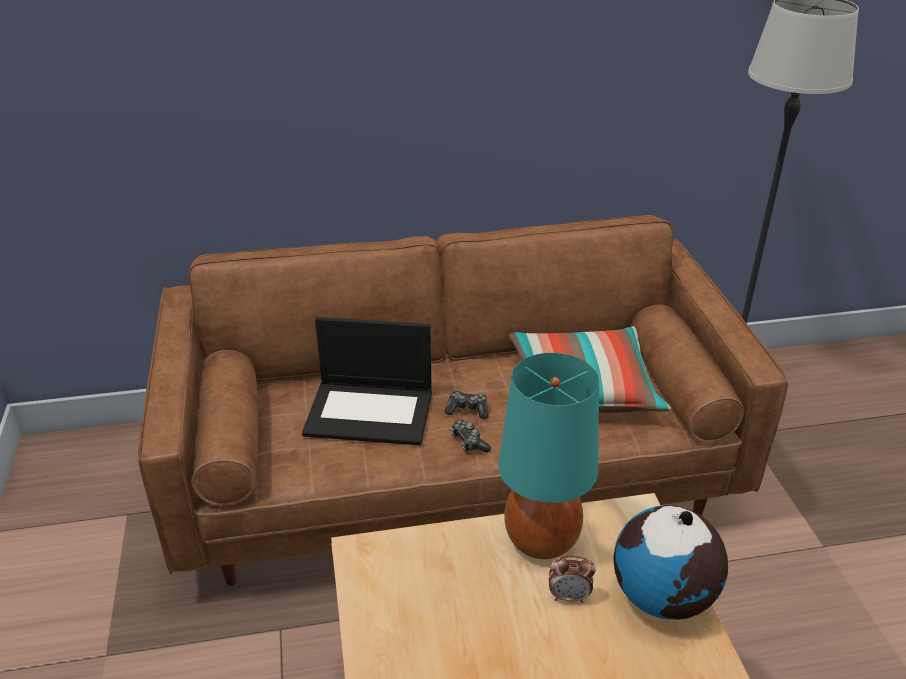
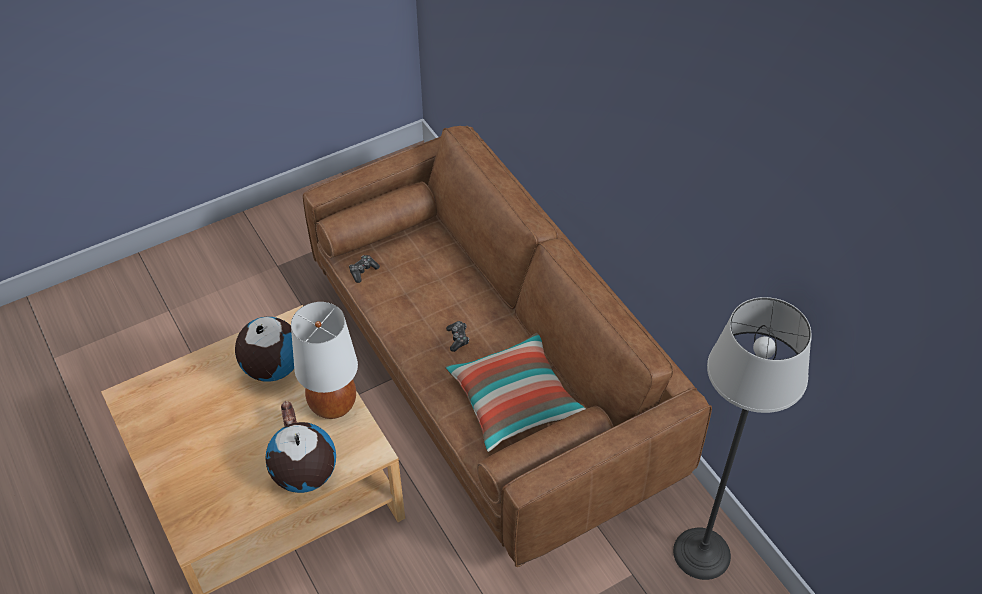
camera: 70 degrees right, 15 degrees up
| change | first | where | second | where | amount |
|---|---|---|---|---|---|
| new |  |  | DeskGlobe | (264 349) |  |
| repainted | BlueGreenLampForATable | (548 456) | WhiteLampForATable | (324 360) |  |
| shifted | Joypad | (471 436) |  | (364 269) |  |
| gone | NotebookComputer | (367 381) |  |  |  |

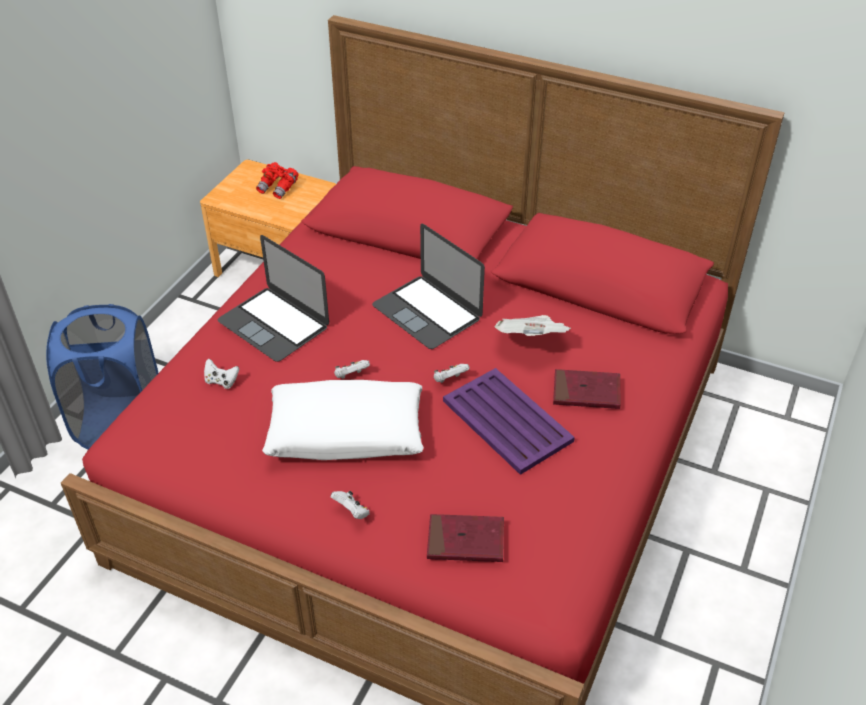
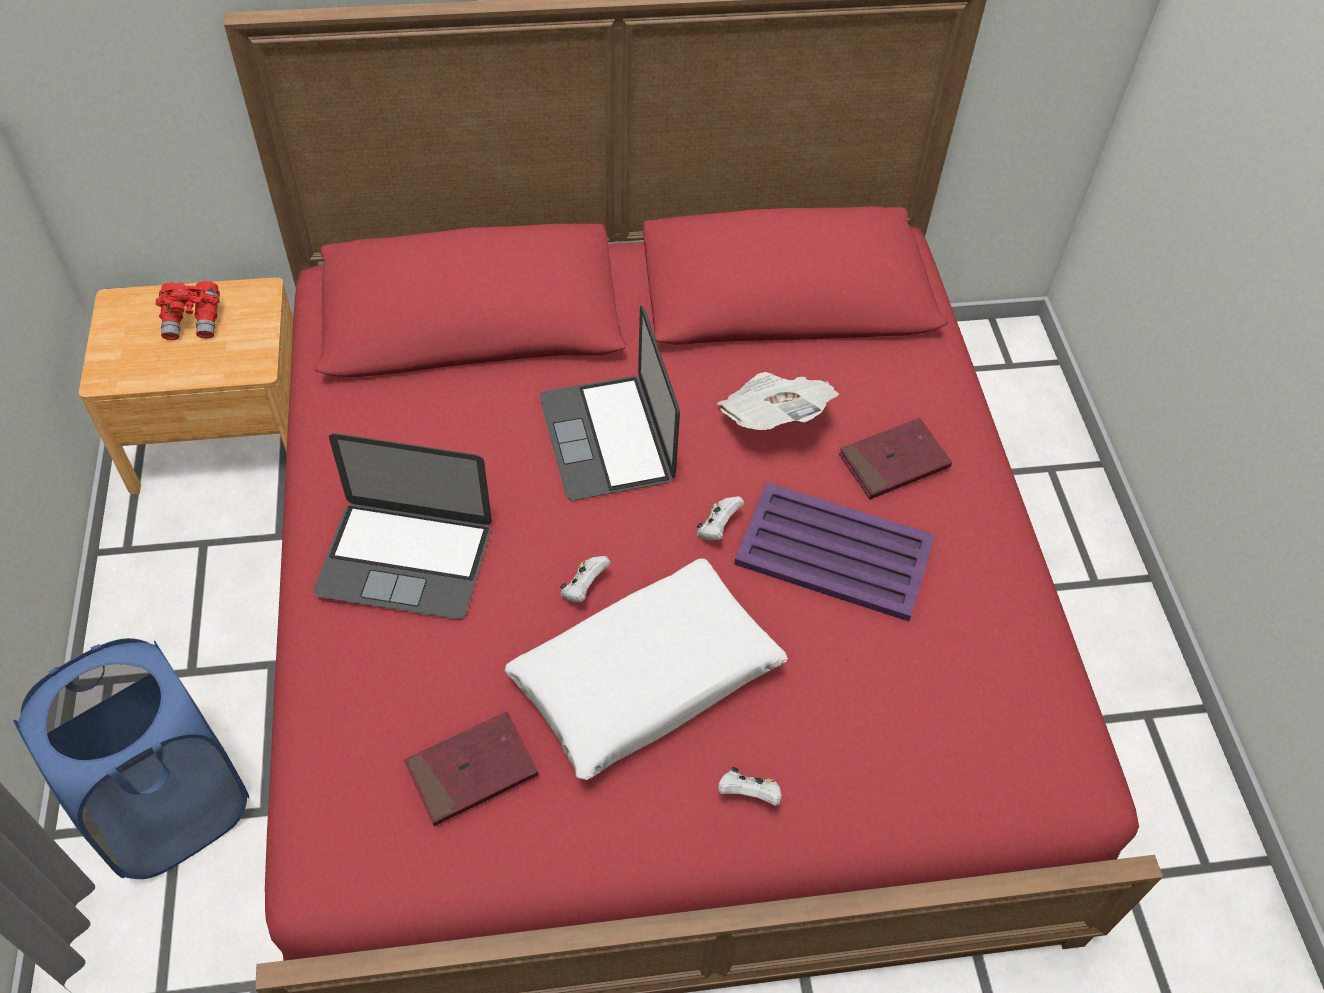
camera: 35 degrees left, 10 degrees up
| change | first | where | second | where | amount |
|---|---|---|---|---|---|
| shifted | ReddishVolume | (465 538) |  | (471 768) |  |
| rotated | NotebookComputer | (428 286) |  | (609 403) | 60 degrees clockwise |
| gone | WhiteJoypad | (221 374) |  |  |  |

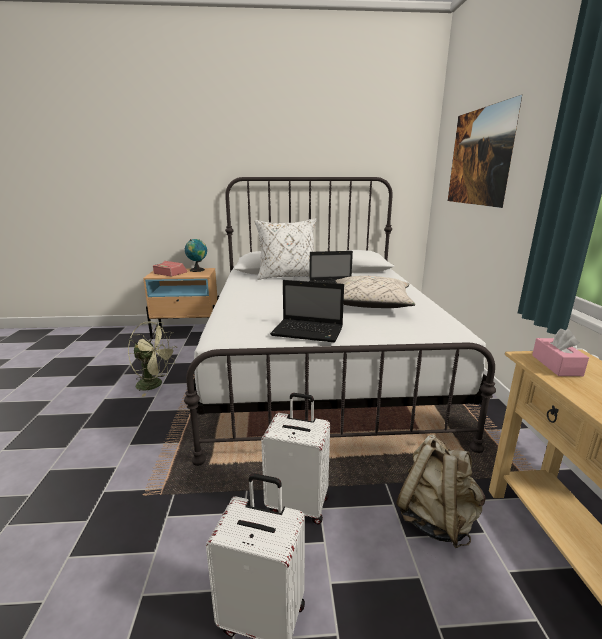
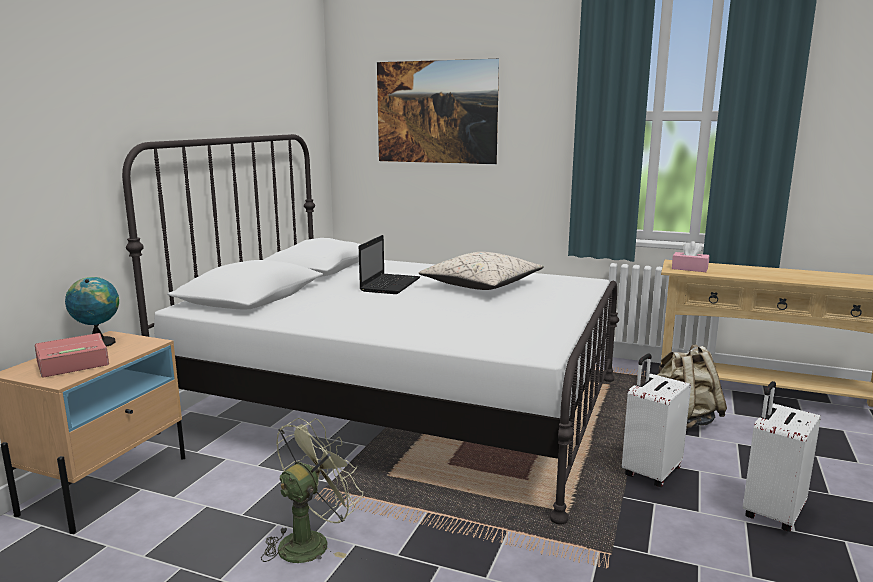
camera: 65 degrees left, 5 degrees down
| change | first | where | second | where | amount |
|---|---|---|---|---|---|
| gone | WhiteThrowPillow | (285 249) |  |  |  |
| gone | NotebookComputer | (307 311) |  |  |  |

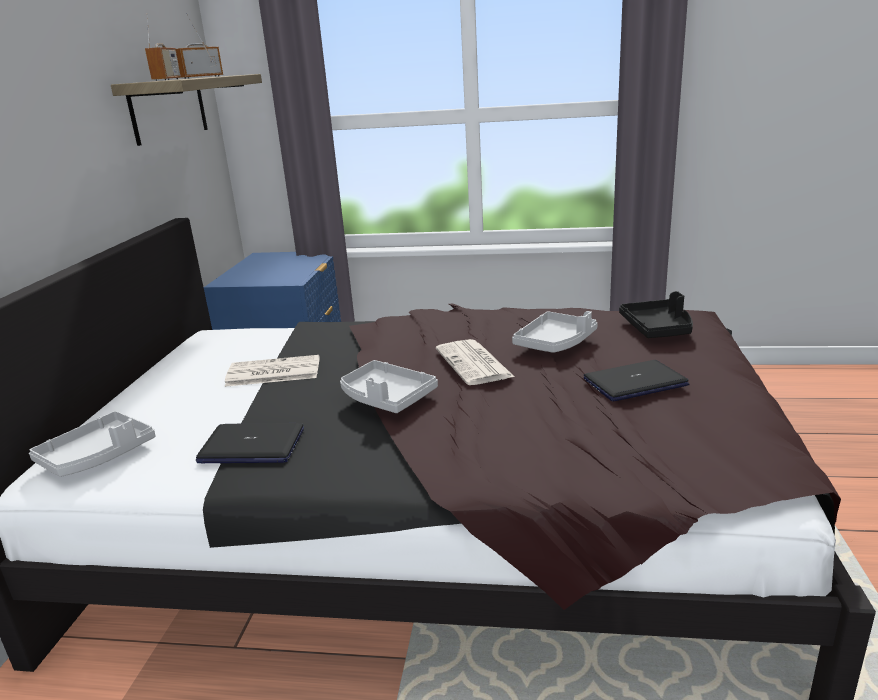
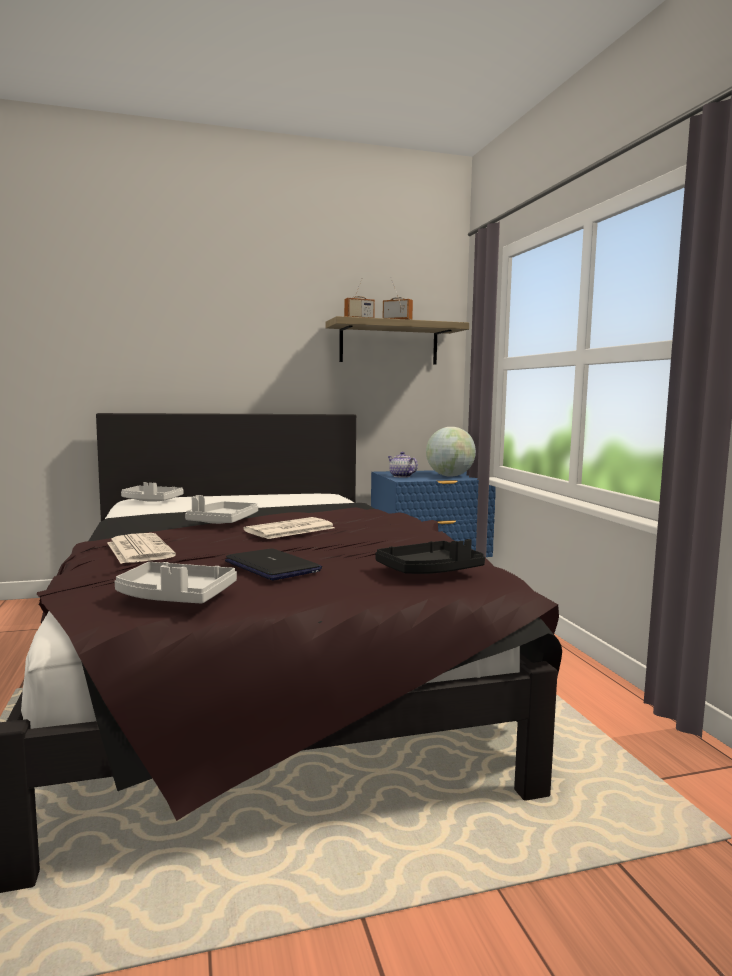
camera: 65 degrees right, 15 degrees down
| change | first | where | second | where | amount |
|---|---|---|---|---|---|
| shifted | PrintedPaper | (272 371) |  | (142 548) |  |
| shifted | GreyishServingTray | (555 332) |  | (175 583) |  |
| new |  |  | Teapot | (403 465) |  |
| new |  |  | DeskGlobe | (451 452) |  |
| gone | NotebookComputer | (250 443) |  |  |  |

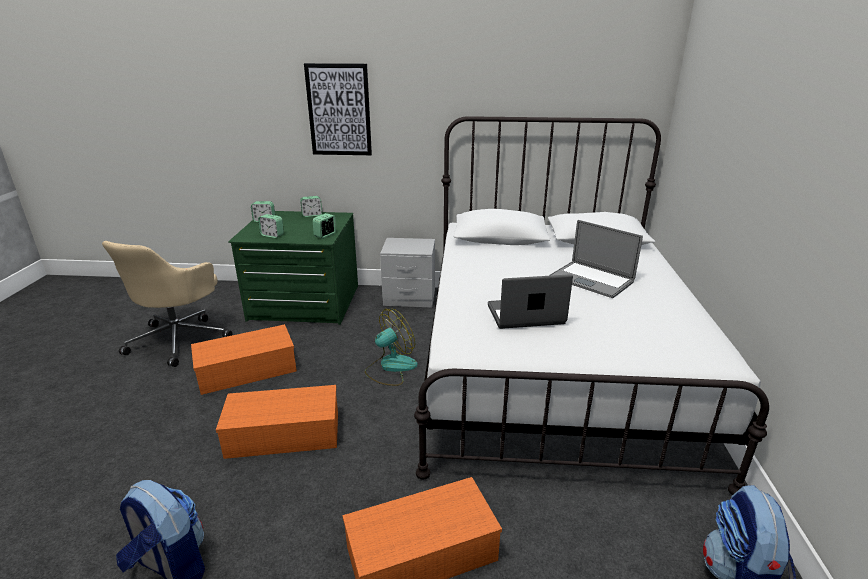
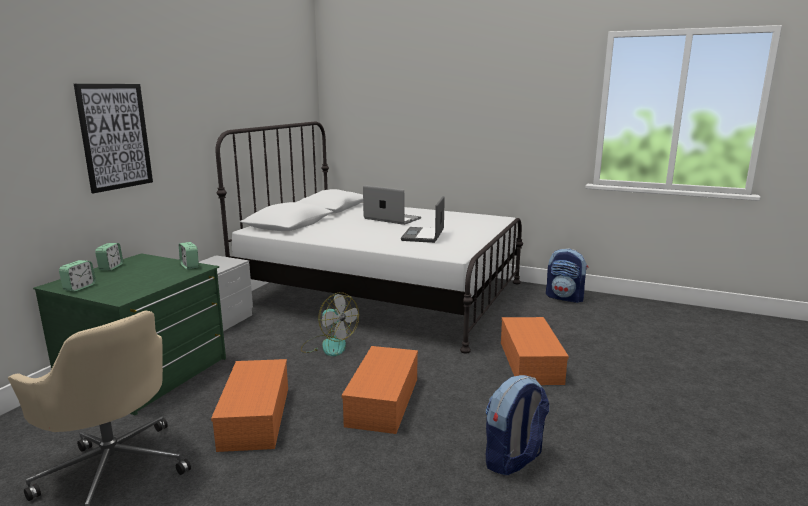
camera: 70 degrees left, 10 degrees down
| change | first | where | second | where | amount |
|---|---|---|---|---|---|
| rotated | CoolingFan | (391 347) |  | (330 324) | 150 degrees clockwise |
| rotated | NotebookComputer | (596 259) |  | (392 205) | 120 degrees counterclockwise |
| gone | TableClock | (271 226) |  |  |  |

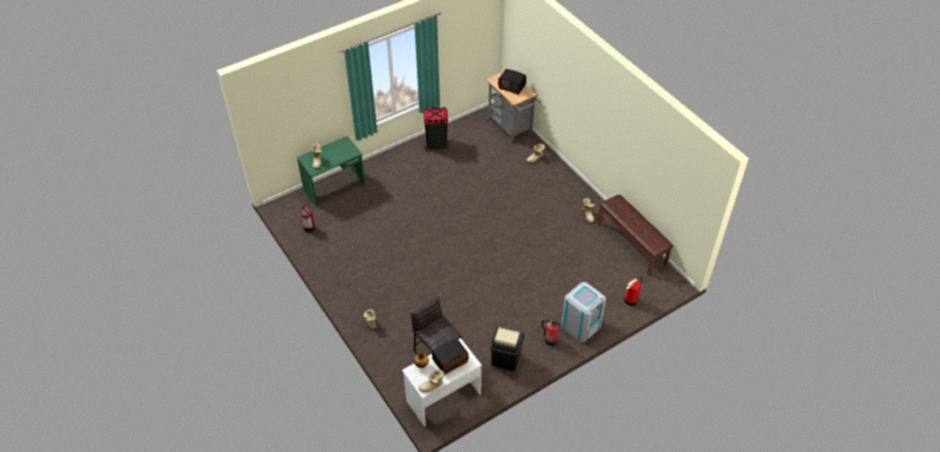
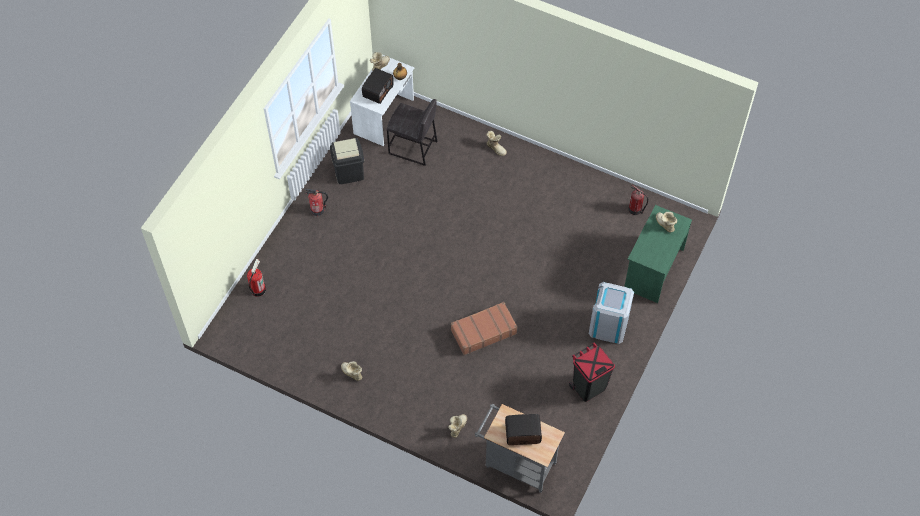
camera: 150 degrees right, 10 degrees up
| change | first | where | second | where | amount |
|---|---|---|---|---|---|
| new |  |  | BrownColouredPieceOfLuggage | (484 328) |  |
| shifted | GreyishRubbishBin | (583 312) |  | (611 313) |  |
| gone | BrownColouredBench | (635 235) |  |  |  |

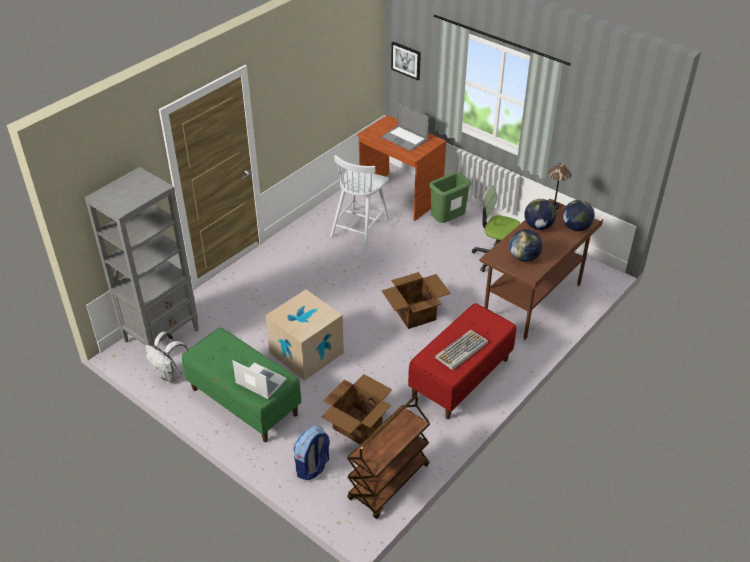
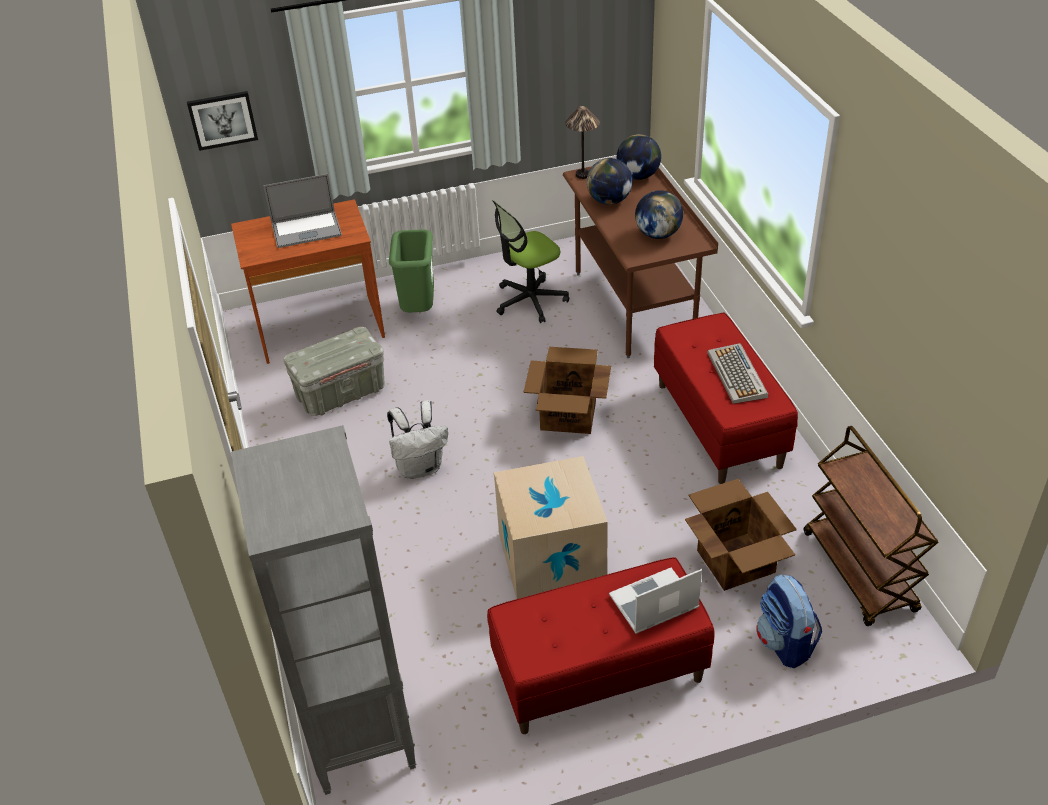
camera: 55 degrees left, 0 degrees up
| change | first | where | second | where | amount |
|---|---|---|---|---|---|
| swapped | WhitePlainChair | (359 201) | GreyishStorageBox | (334 371) |  |
| shifted | WhiteKnapsack | (167 358) |  | (417 439) |  |
| repainted | GreenishBench | (241 384) | ReddishBench | (601 645) |  |

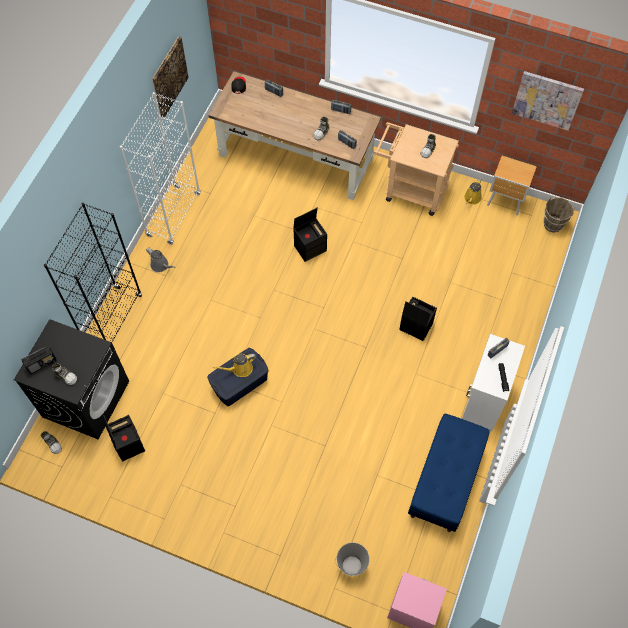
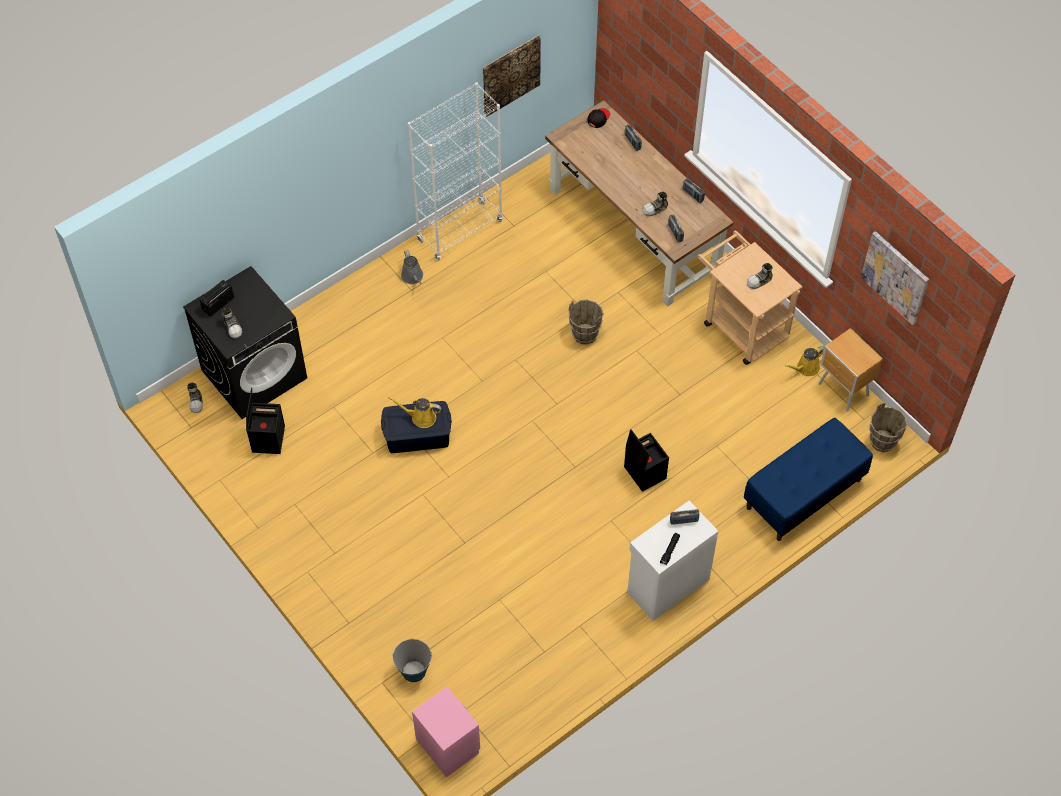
camera: 30 degrees right, 5 degrees down
| change | first | where | second | where | amount |
|---|---|---|---|---|---|
| rotated | RadioReceiver | (39 360) |  | (217 298) | 135 degrees clockwise |
| swapped | BlackishStorageBox | (310 235) | BrownColouredPail | (586 322) |  |
| shifted | BlueBench | (449 473) |  | (808 479) |  |
| gone | BlackishBookcase | (93 272) |  |  |  |

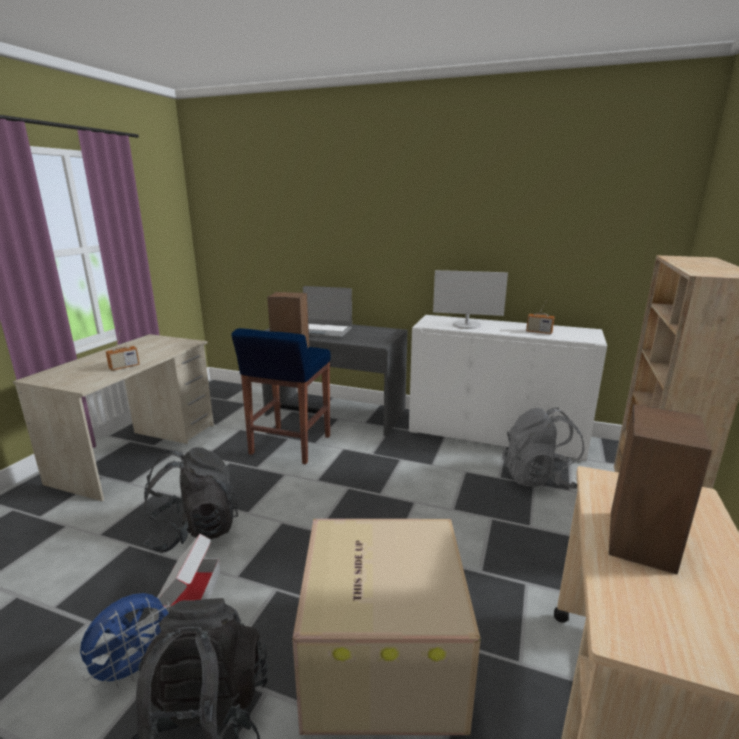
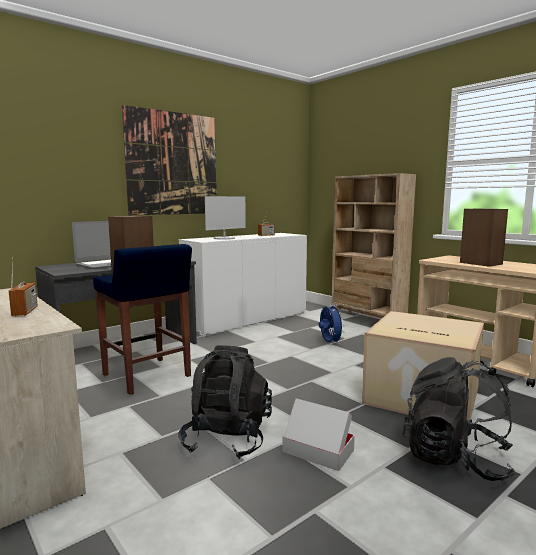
camera: 60 degrees left, 10 degrees down
| change | first | where | second | where | amount |
|---|---|---|---|---|---|
| new |  |  | WallPicture | (169 160) |  |
| shifted | BlueCoolingFan | (124 640) |  | (332 324) |  |
| gone | GreyishKnapsack | (543 448) |  |  |  |

